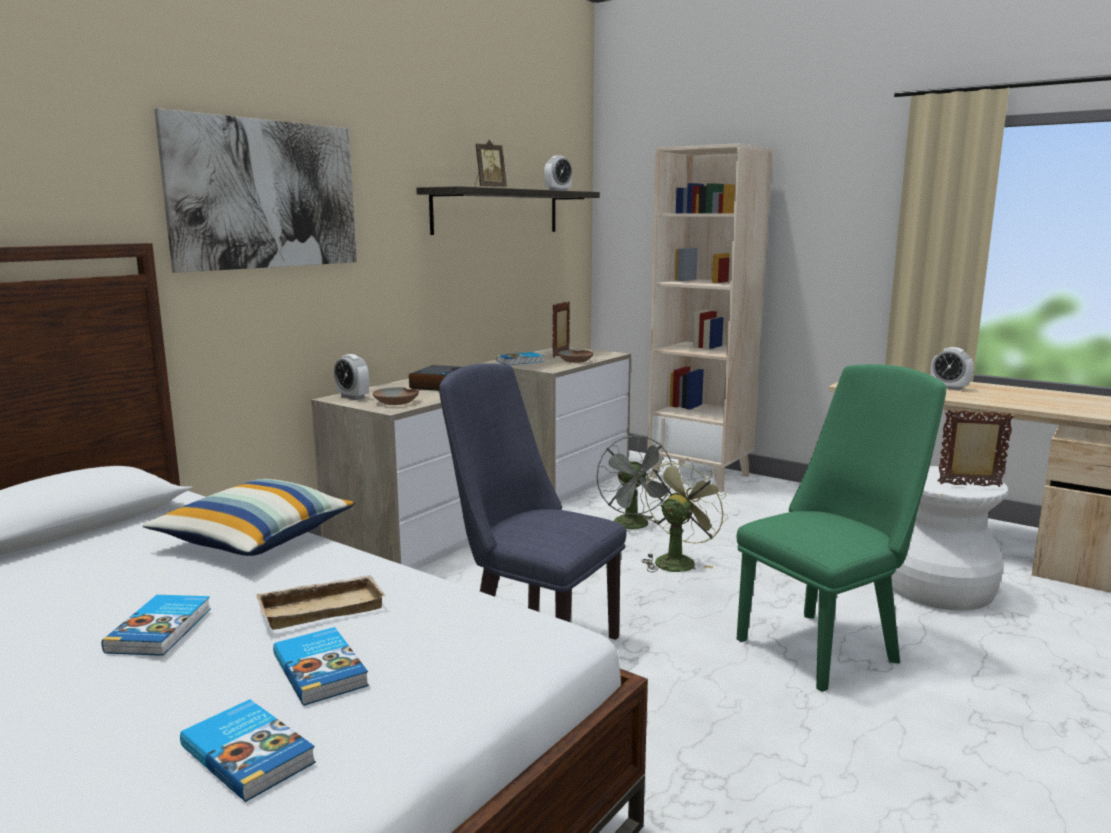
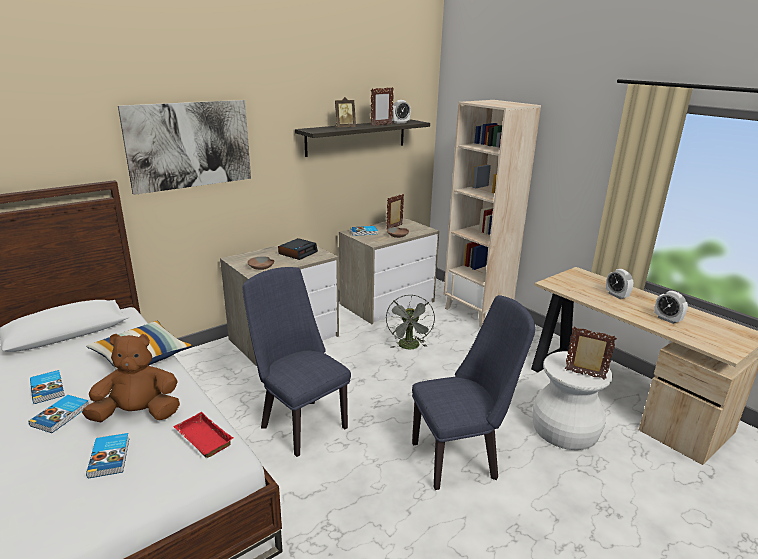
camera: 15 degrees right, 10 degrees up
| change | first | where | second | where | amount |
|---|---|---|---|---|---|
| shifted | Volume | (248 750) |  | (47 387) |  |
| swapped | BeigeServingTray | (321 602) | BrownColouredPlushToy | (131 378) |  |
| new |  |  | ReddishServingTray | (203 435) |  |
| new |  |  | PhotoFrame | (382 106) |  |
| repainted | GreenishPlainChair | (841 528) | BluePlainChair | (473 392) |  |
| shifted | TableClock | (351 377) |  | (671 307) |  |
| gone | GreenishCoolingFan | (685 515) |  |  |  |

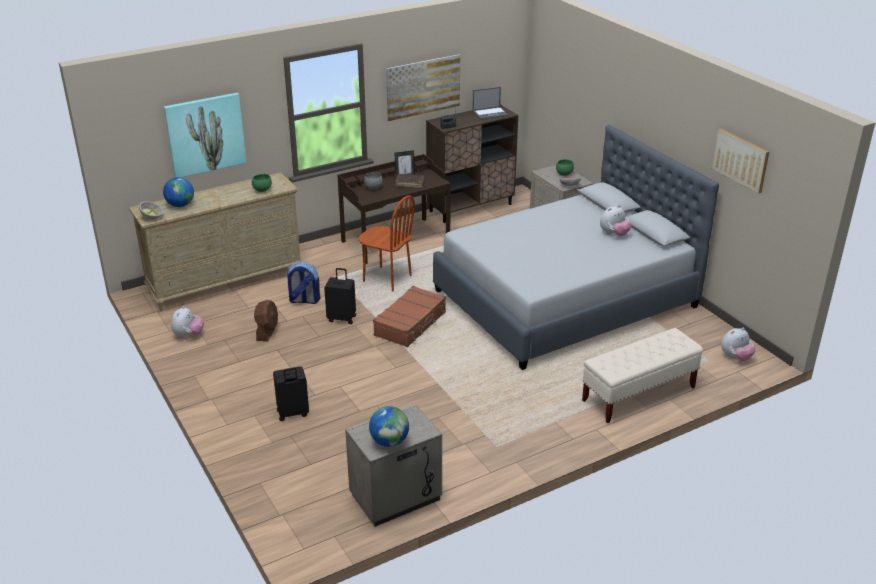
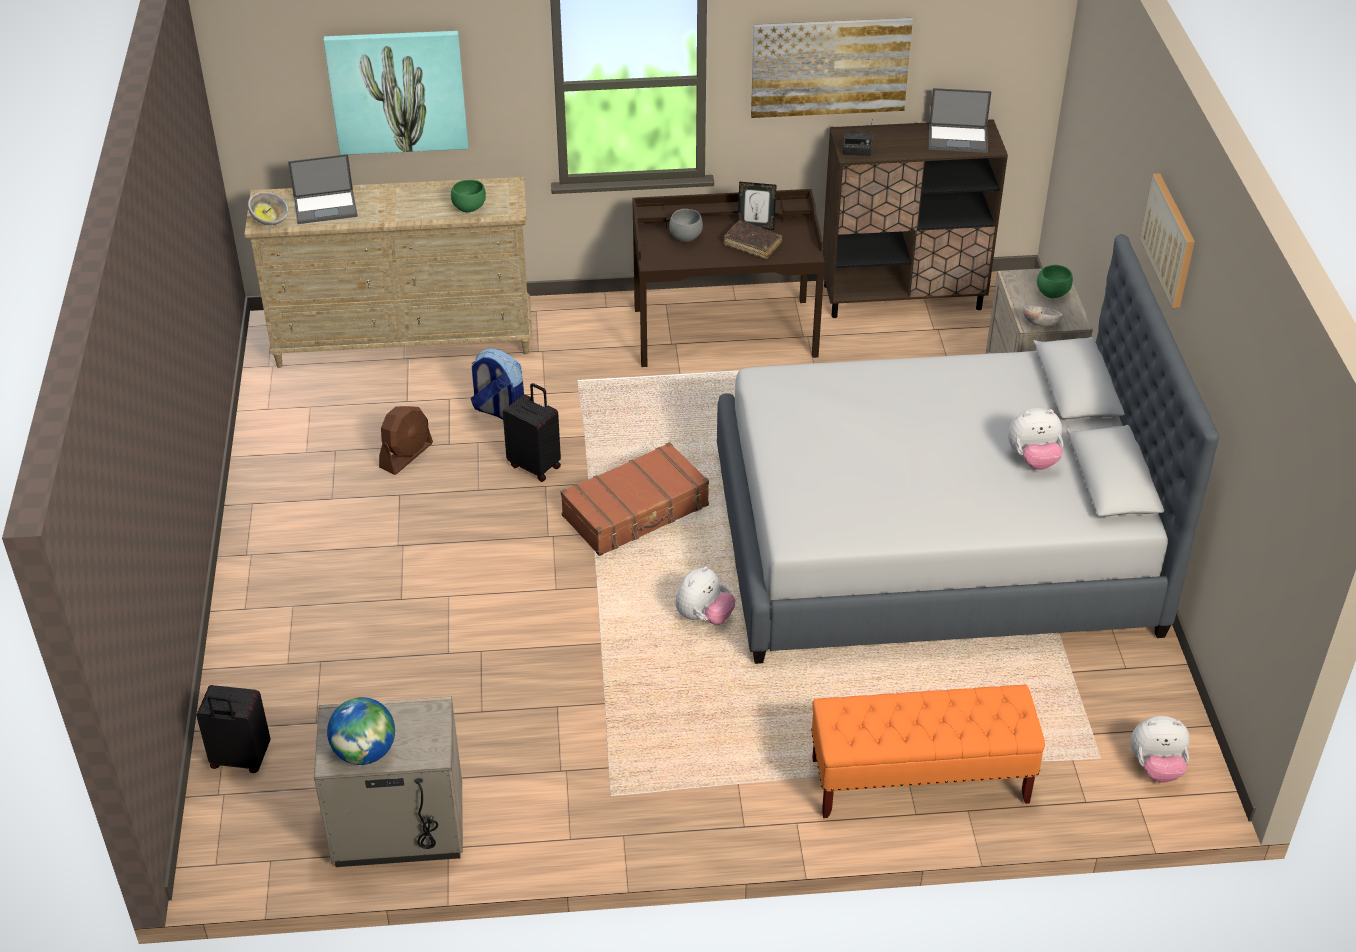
camera: 25 degrees right, 10 degrees up
| change | first | where | second | where | amount |
|---|---|---|---|---|---|
| shifted | BlackishPieceOfLuggage | (291 393) |  | (233 729) |  |
| swapped | DeskGlobe | (178 192) | NotebookComputer | (323 189) |  |
| shifted | PlushToy | (187 322) |  | (705 595) |  |
| repainted | BeigeBench | (642 375) | OrangeyBench | (928 751) |  |
| shifted | WallPicture | (740 161) |  | (1167 240) |  |
| gone | BrownColouredPlainChair | (387 243) |  |  |  |

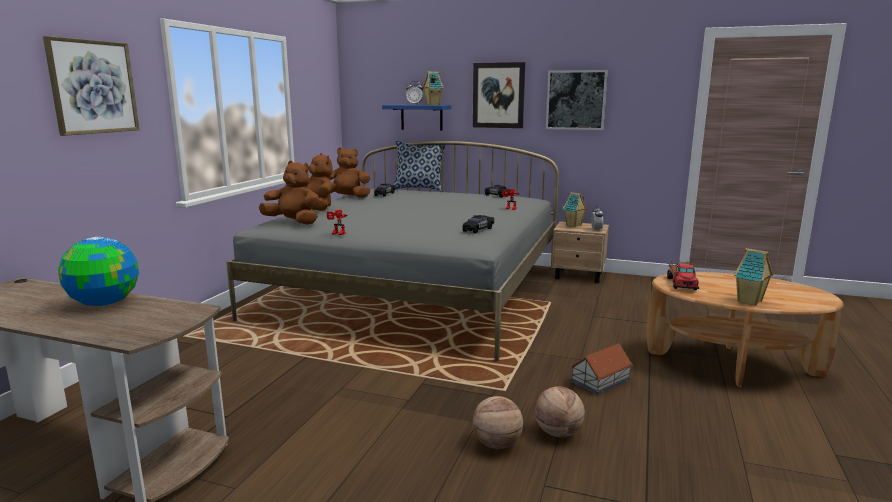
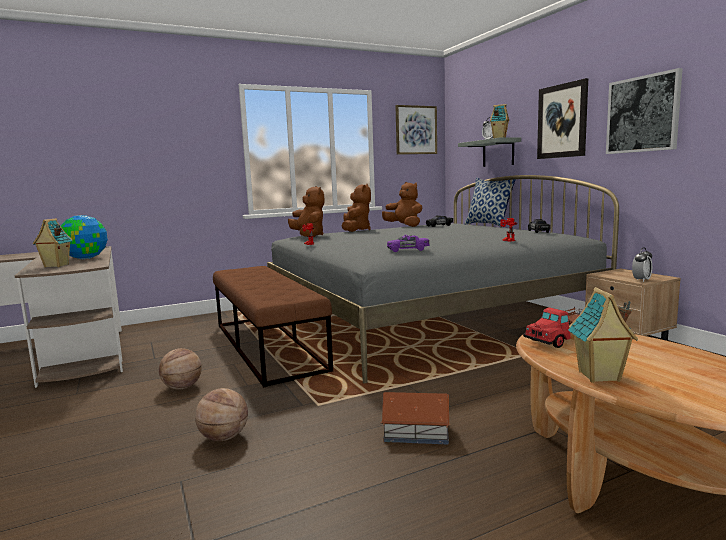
camera: 45 degrees right, 5 degrees down
| change | first | where | second | where | amount |
|---|---|---|---|---|---|
| shifted | ToyHouse | (575 209) |  | (52 242) |  |
| shifted | BasketballBall | (560 411) |  | (180 369) |  |
| new |  |  | BrownColouredBench | (273 327) |  |
| repainted | BlackishToyCar | (478 224) | PurplishToyCar | (408 243) |  |
| shifted | WallPicture | (91 86) |  | (416 130) |  |
| repainted | BlueShelf | (416 118) | GreyishShelf | (489 152) |  |

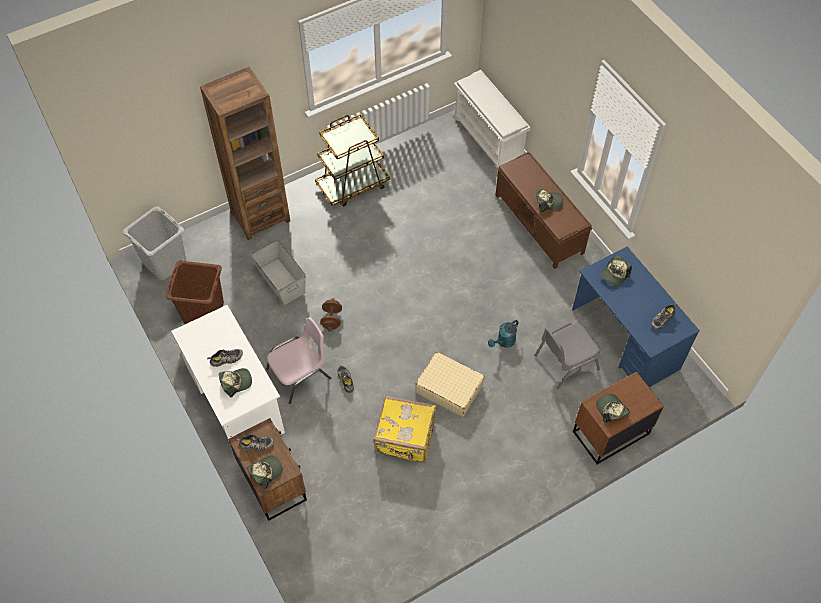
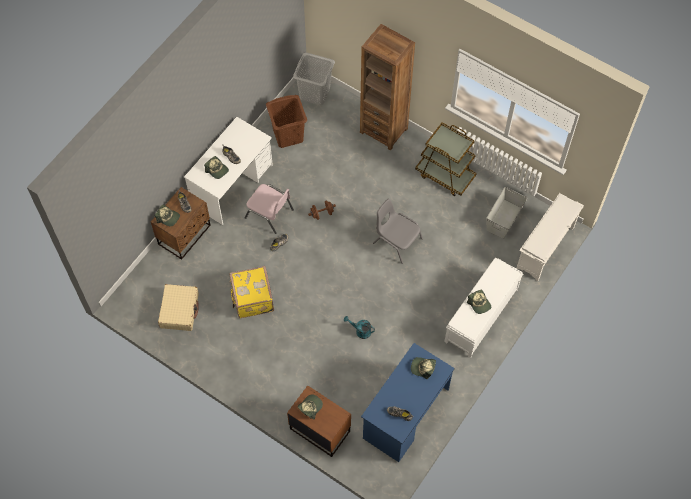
camera: 65 degrees right, 5 degrees up
| change | first | where | second | where | amount |
|---|---|---|---|---|---|
| shifted | BeigePieceOfLuggage | (450 384) |  | (178 307) |  |
| shifted | GreyishPlainChair | (567 356) |  | (398 231) |  |
| repainted | BrownColouredBench | (543 210) | WhiteBench | (483 308) |  |
| shifted | GreyishStorageBox | (278 272) |  | (506 213) |  |

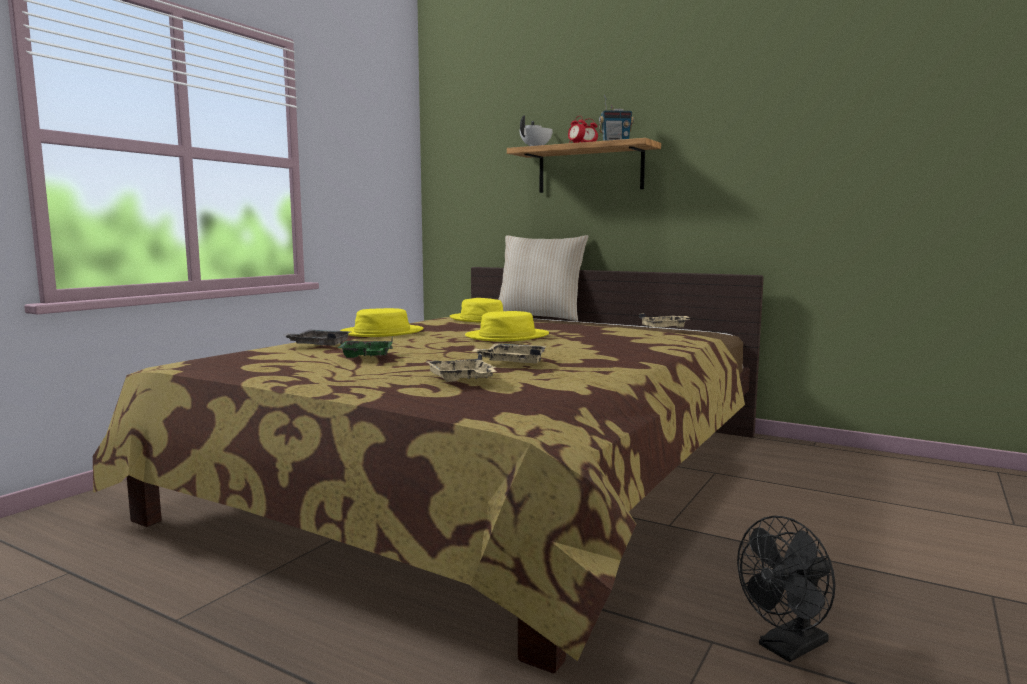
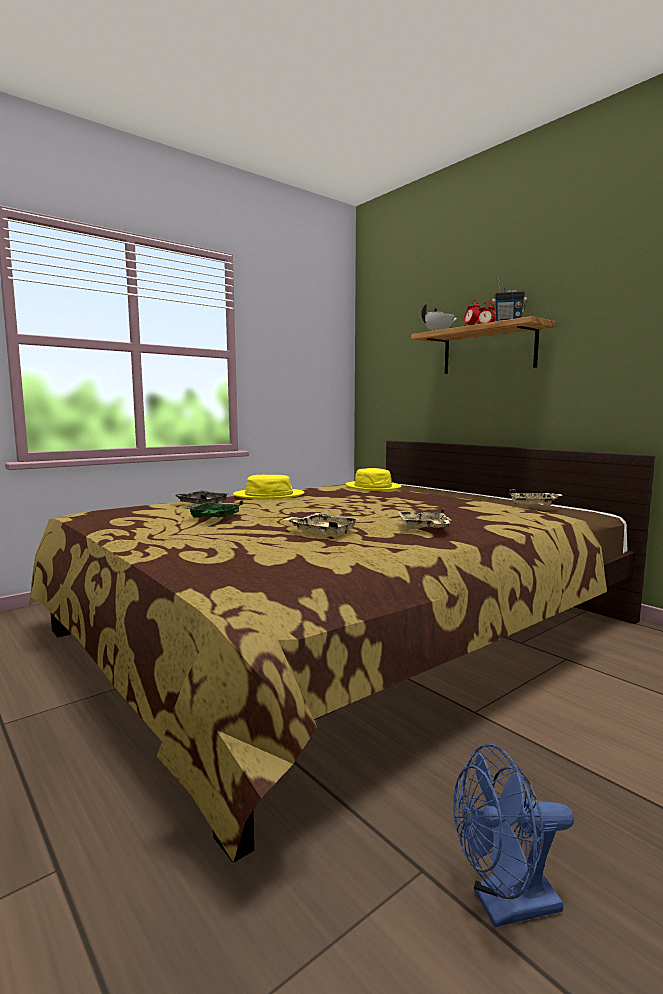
camera: 20 degrees right, 0 degrees up
| change | first | where | second | where | amount |
|---|---|---|---|---|---|
| shifted | BeigeServingTray | (461 368) |  | (424 518) |  |
| repainted | BlackishCoolingFan | (786 589) | BlueCoolingFan | (513 835) |  |
| gone | YellowClothingHat | (507 326) |  |  |  |
| gone | BeigeThrowPillow | (543 278) |  |  |  |

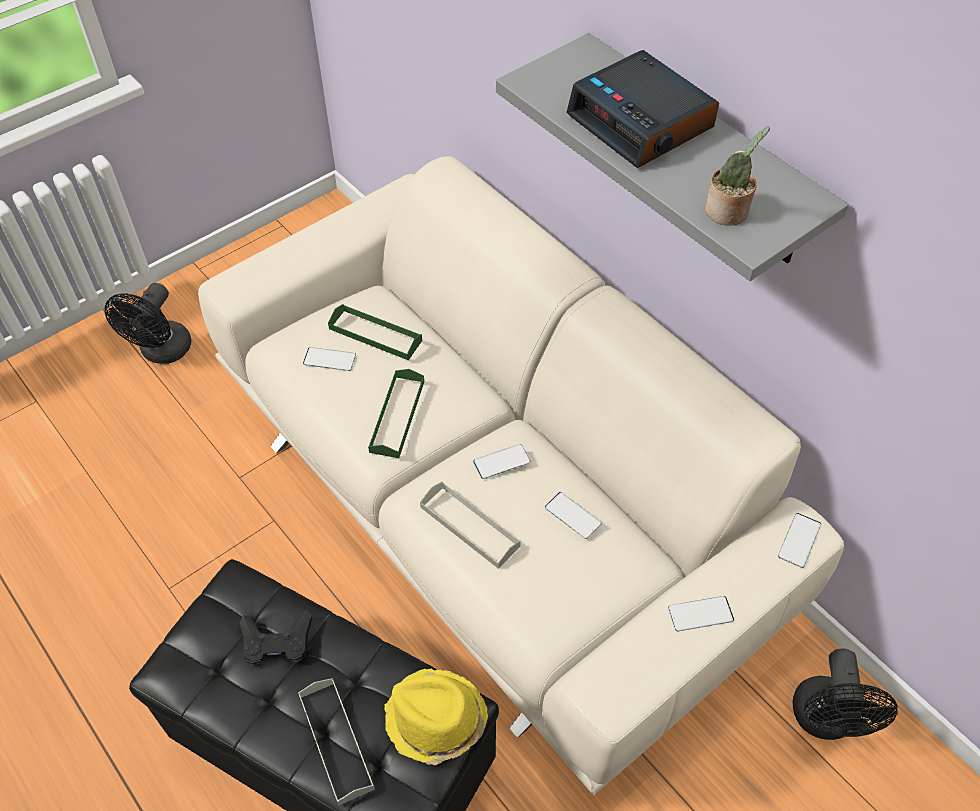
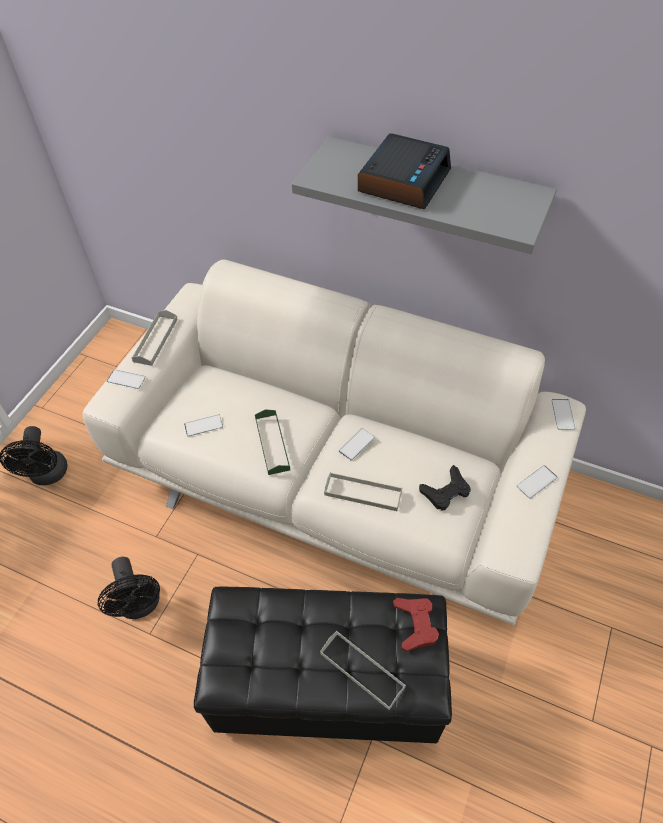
camera: 25 degrees left, 0 degrees up
| change | first | where | second | where | amount |
|---|---|---|---|---|---|
| shifted | BlackishCoolingFan | (845 694) |  | (129 588) |  |
| shifted | Telephone | (573 515) |  | (126 379) |  |
| new |  |  | GreyishServingTray | (154 338) |  |
| rotated | TableClock | (642 109) |  | (404 171) | 90 degrees counterclockwise |
| swapped | YellowClothingHat | (436 717) | ReddishJoypad | (416 625) |  |
| shifted | BlackishJoypad | (275 638) |  | (445 488) |  |
| gone | GreenishServingTray | (375 332) |  |  |  |
| gone | PottedPlant | (737 176) |  |  |  |

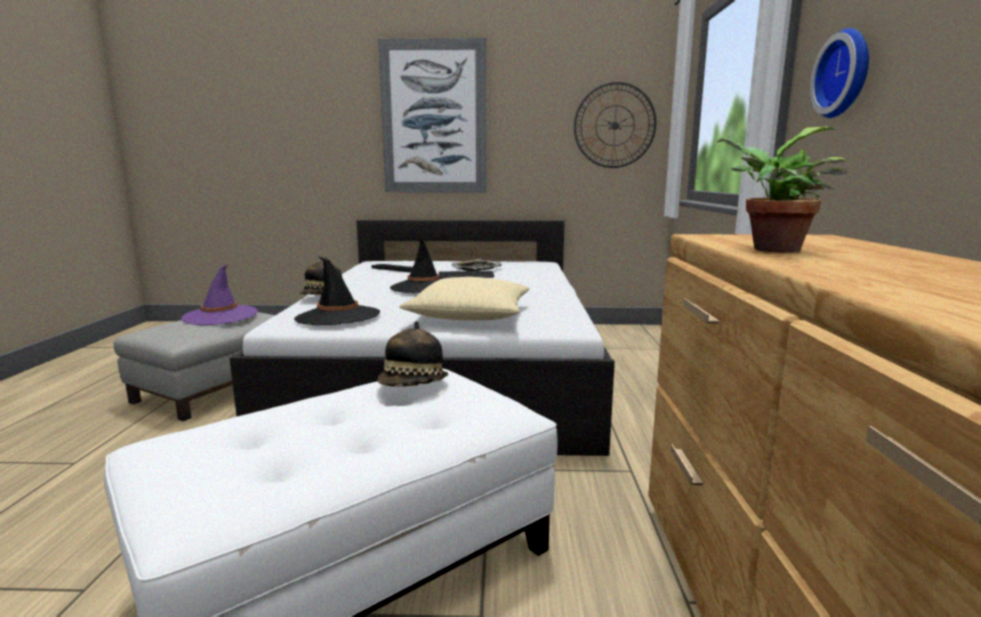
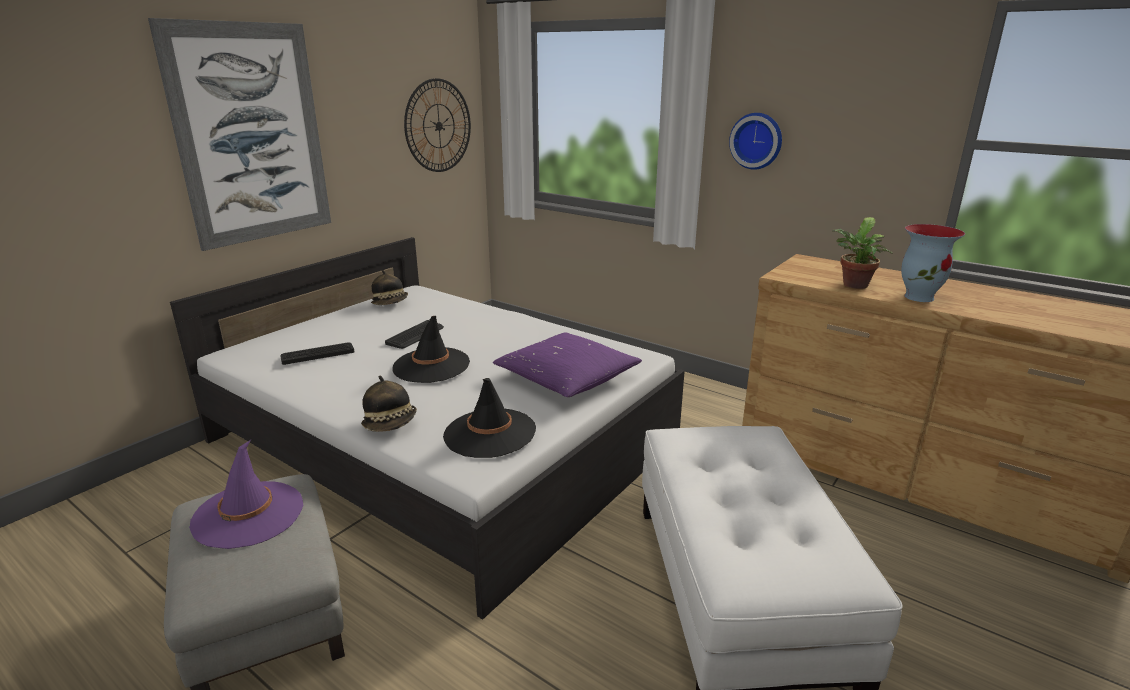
camera: 55 degrees left, 10 degrees up
| change | first | where | second | where | amount |
|---|---|---|---|---|---|
| shifted | ClothingHat | (413 354) |  | (389 287) |  |
| repainted | BeigeThrowPillow | (464 299) | PurplishThrowPillow | (567 365) |  |
| new |  |  | FlowerVase | (933 263) |  |
| gone | ServingTray | (476 265) |  |  |  |

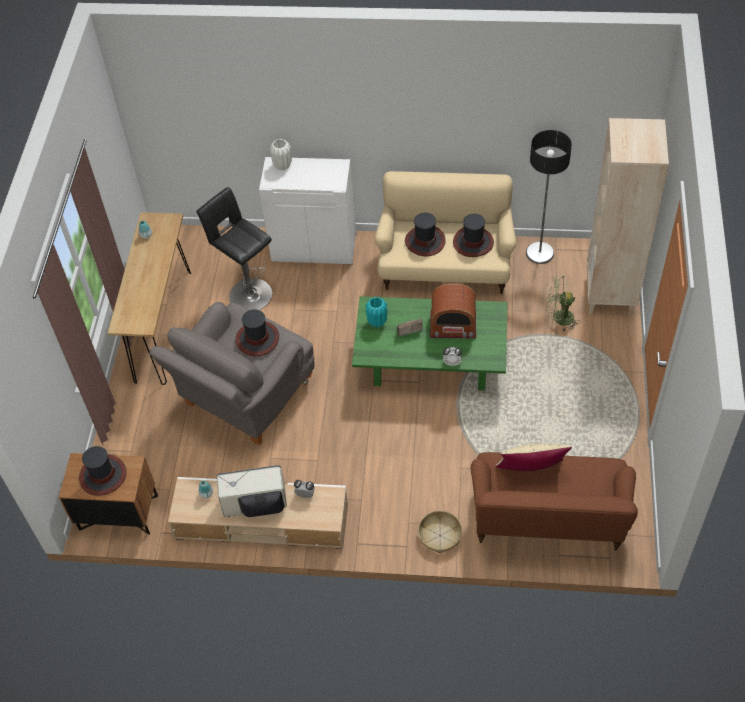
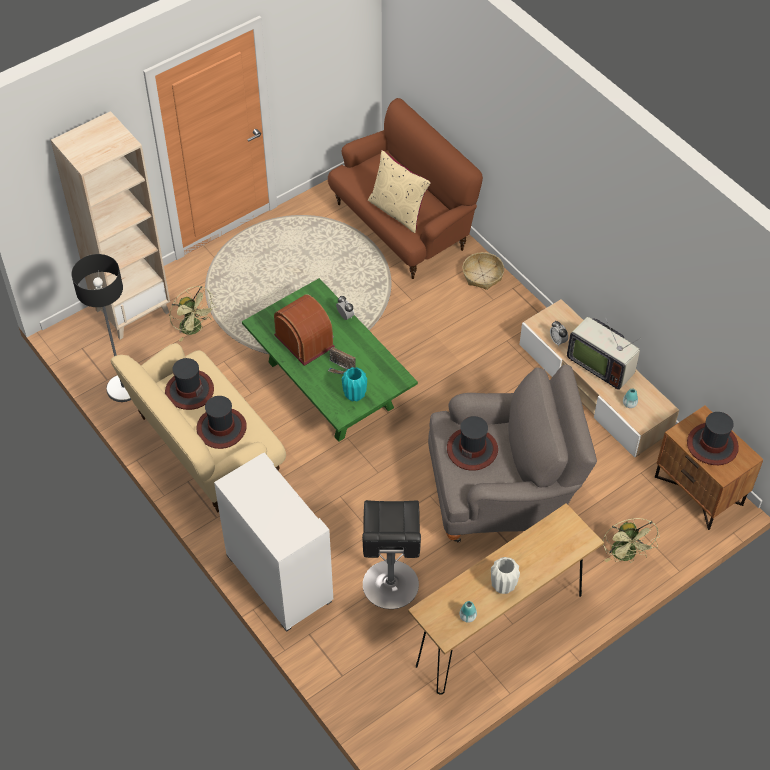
camera: 135 degrees left, 0 degrees up
| change | first | where | second | where | amount |
|---|---|---|---|---|---|
| shifted | WhiteFlowerVase | (281 154) |  | (505 575) |  |
| new |  |  | GreenishCoolingFan | (631 540) |  |

